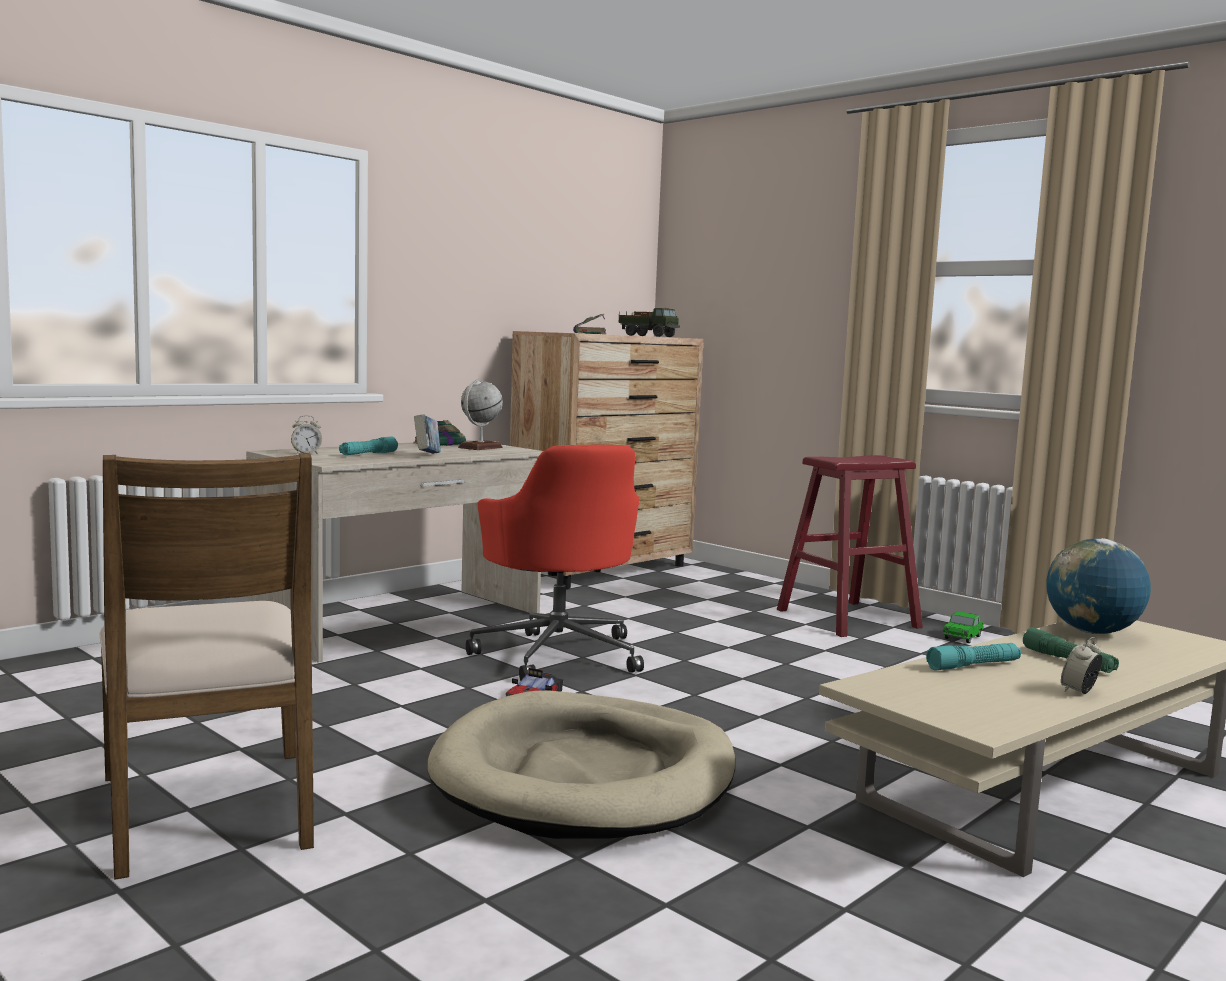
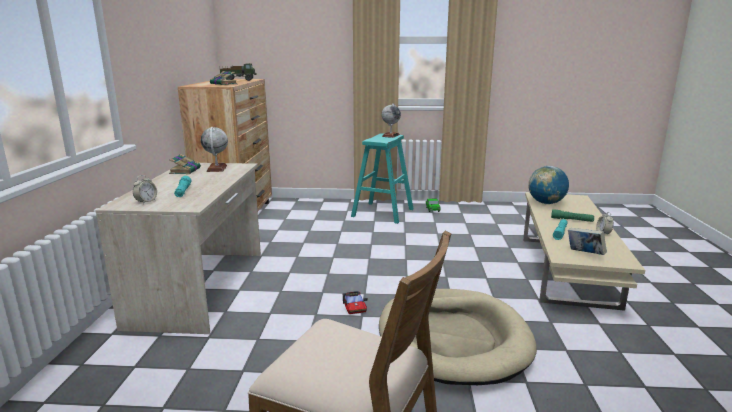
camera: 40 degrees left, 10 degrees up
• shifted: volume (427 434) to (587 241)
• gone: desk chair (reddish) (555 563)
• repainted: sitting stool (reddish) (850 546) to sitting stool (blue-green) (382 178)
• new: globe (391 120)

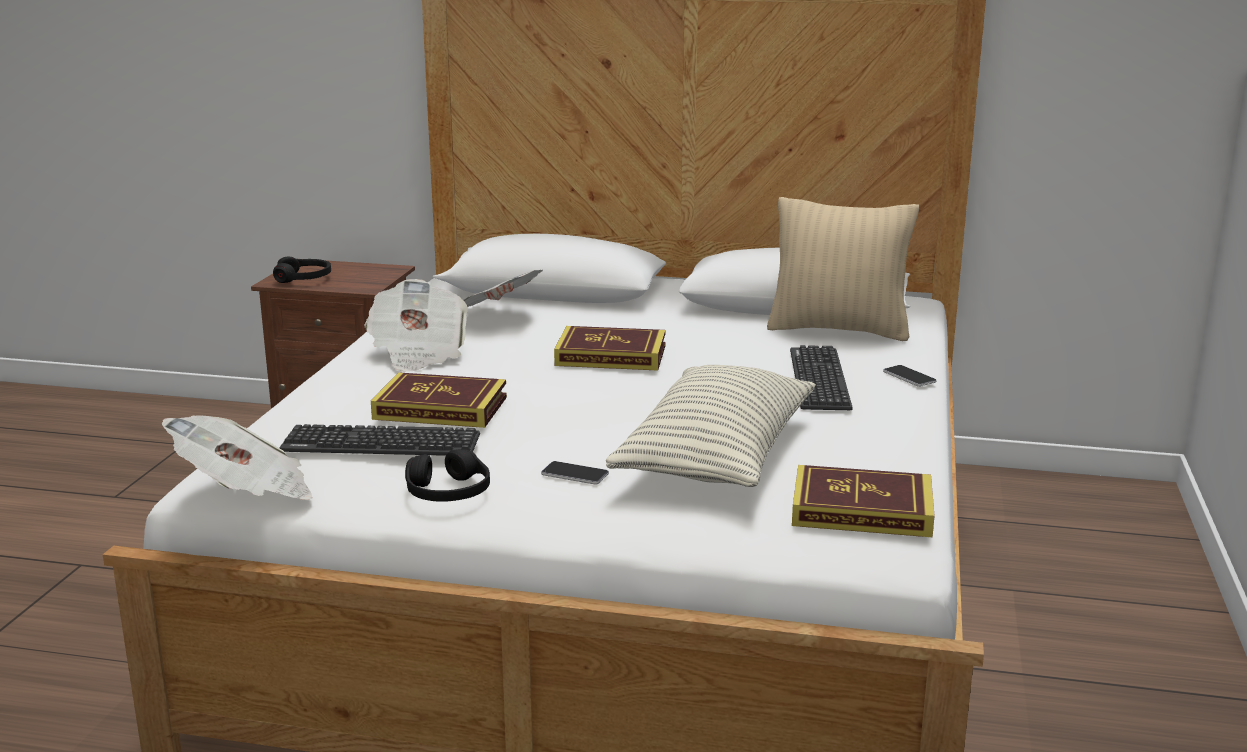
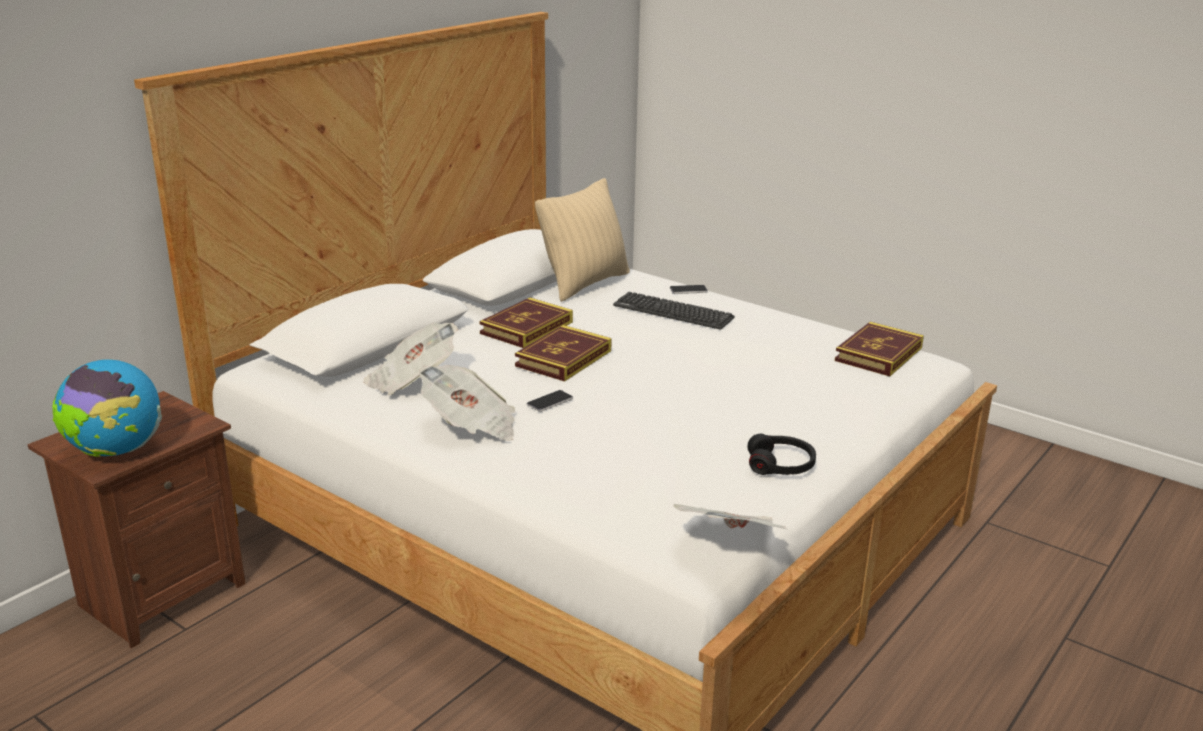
camera: 65 degrees left, 5 degrees up
• swapped: headphones (black-coloured) (302 270) to globe (107 408)
• gone: throw pillow (711 426)
• shifted: volume (439 400) to (526 323)
• gone: computer keyboard (380 440)
• shifted: handset (575 473) to (550 401)

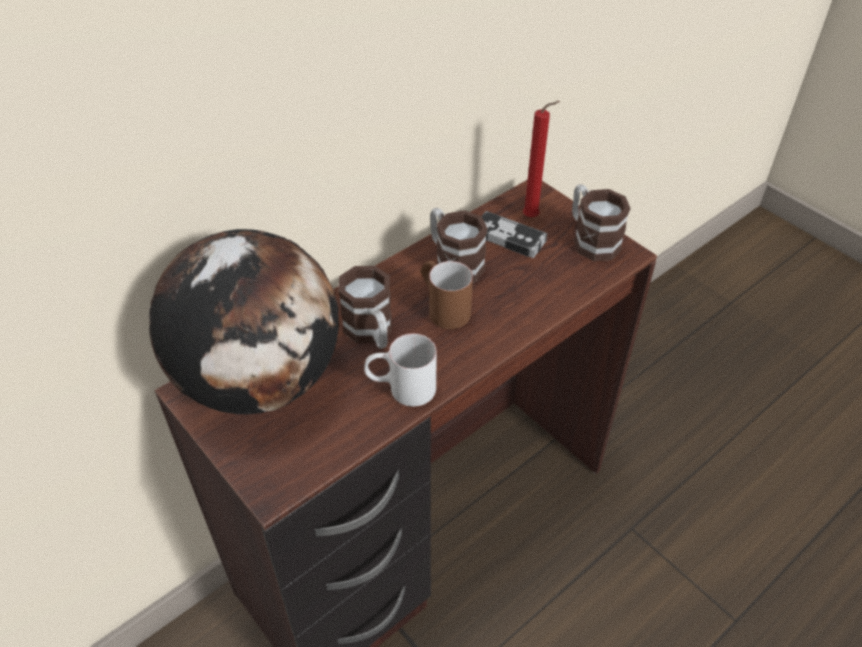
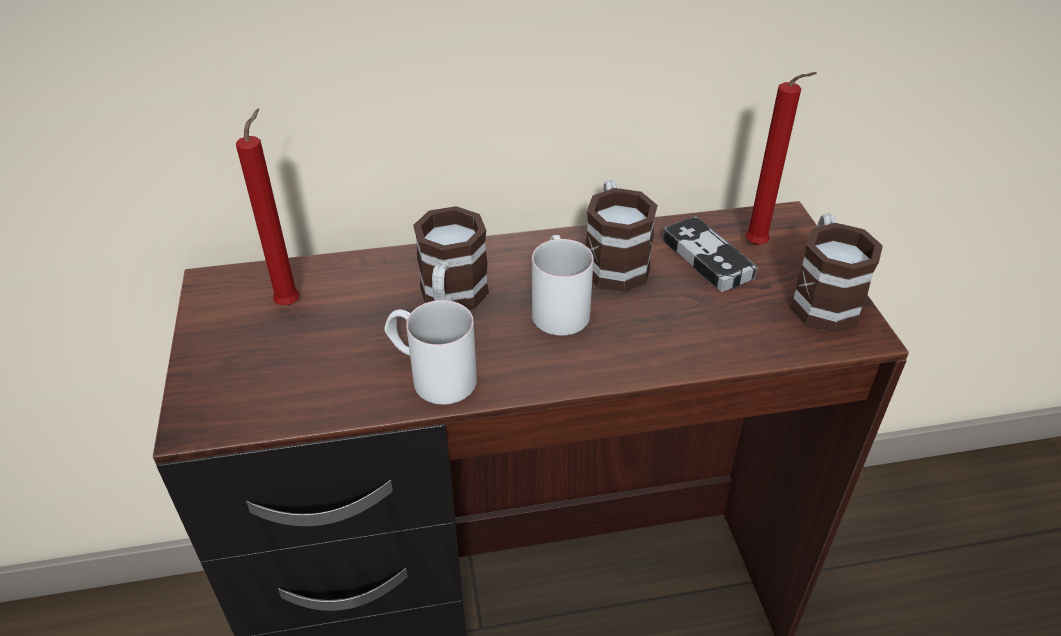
camera: 30 degrees right, 5 degrees down
• swapped: globe (244 321) to wax light (reddish) (268 207)
• repainted: coffee mug (brownish) (447 295) to coffee mug (white) (563 285)

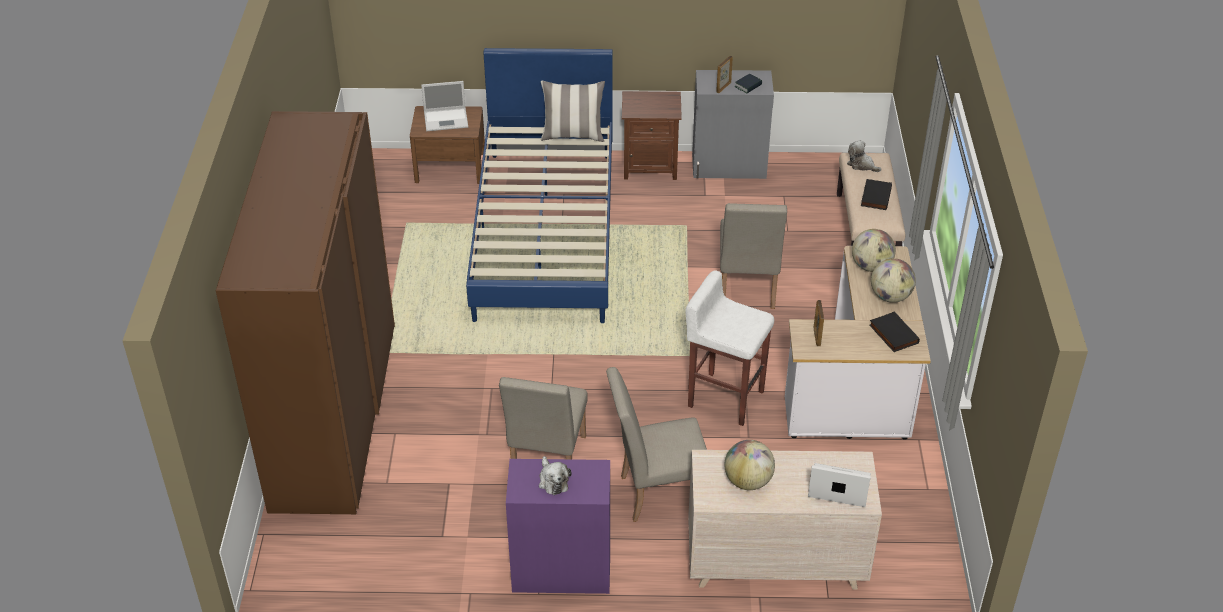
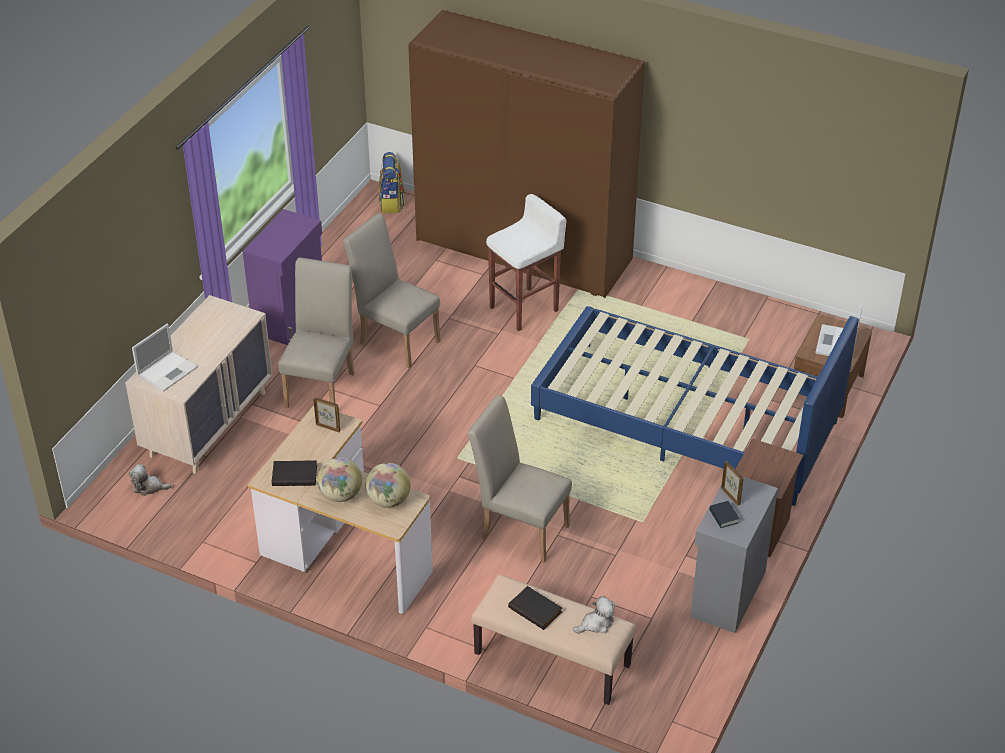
camera: 115 degrees right, 0 degrees up
• gone: throw pillow (573 111)
• shifted: sitting stool (white) (730 348) to (526 262)
• gone: globe (749 465)
• shifted: plush toy (555 475) to (150 480)
• new: rucksack (392 182)

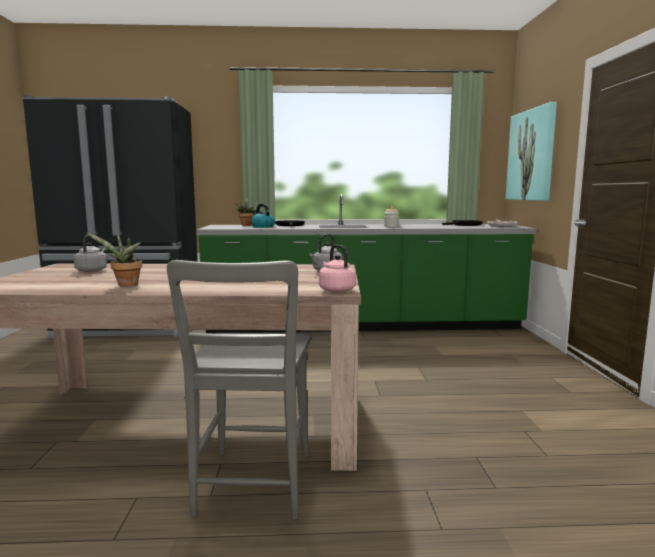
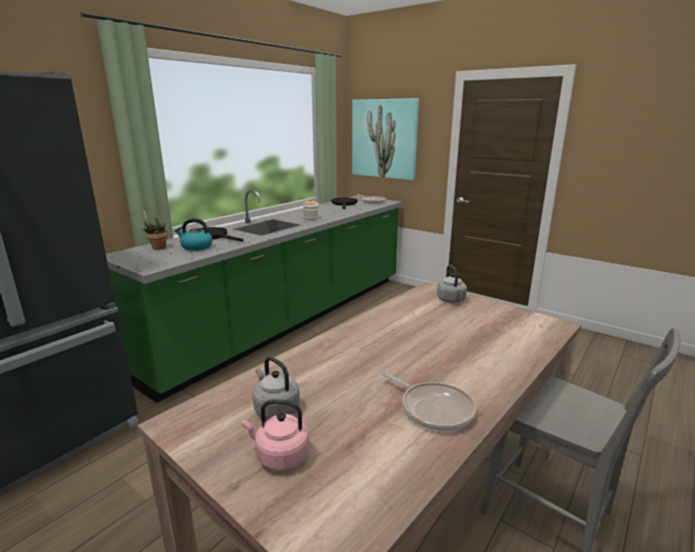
camera: 50 degrees left, 10 degrees up
• swapped: houseplant (114 259) to pan (428 401)
• shifted: tea kettle (pink) (337 268) to (276 435)

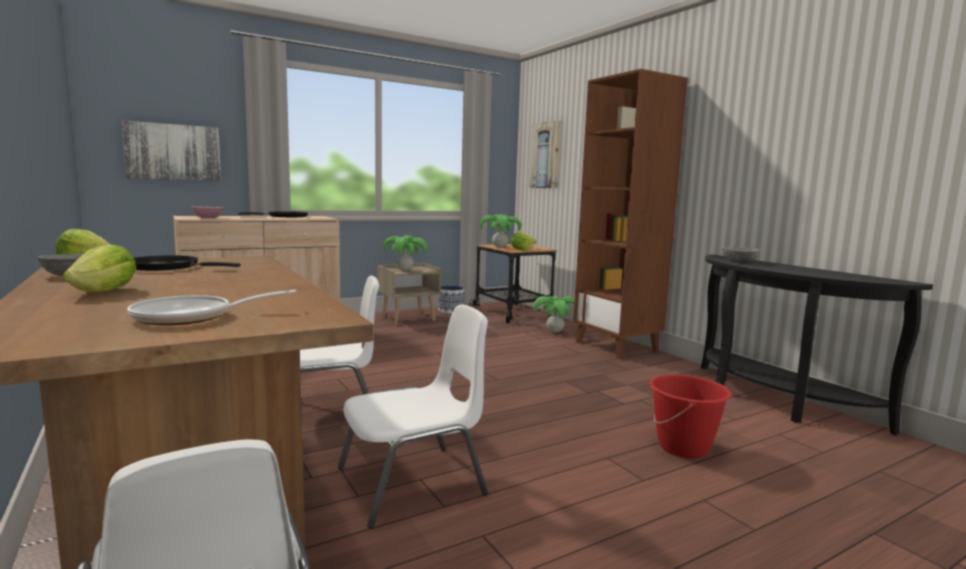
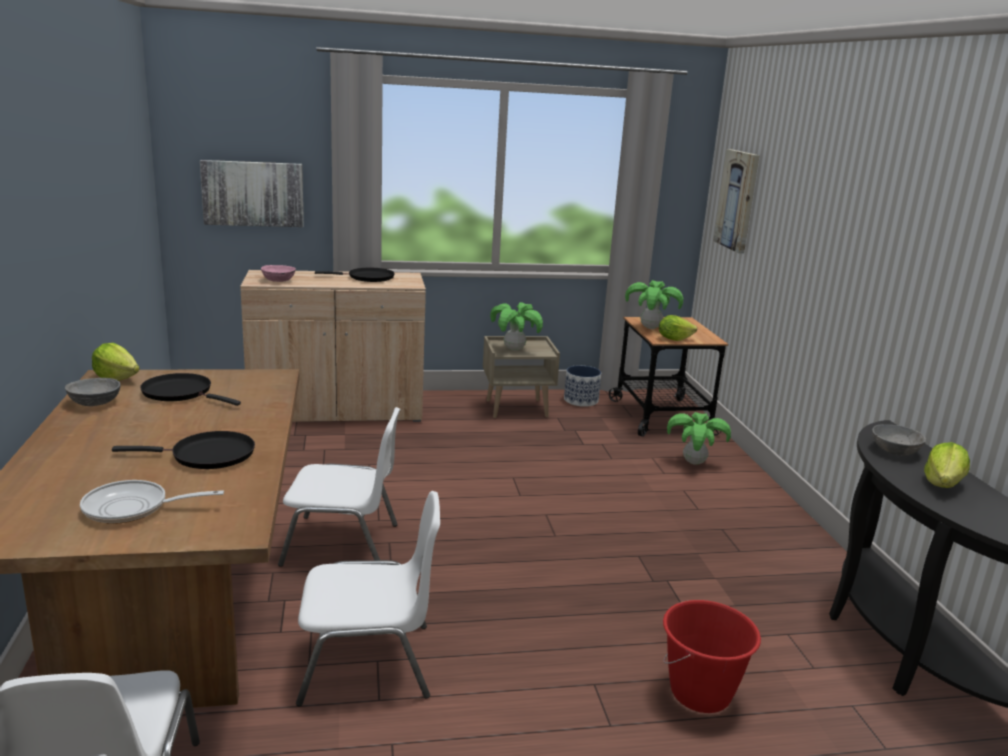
camera: 20 degrees right, 10 degrees up
• gone: bookcase (brownish) (630 214)
• shifted: lettuce (100 268) to (947 465)
• new: pan (black-coloured) (183 450)

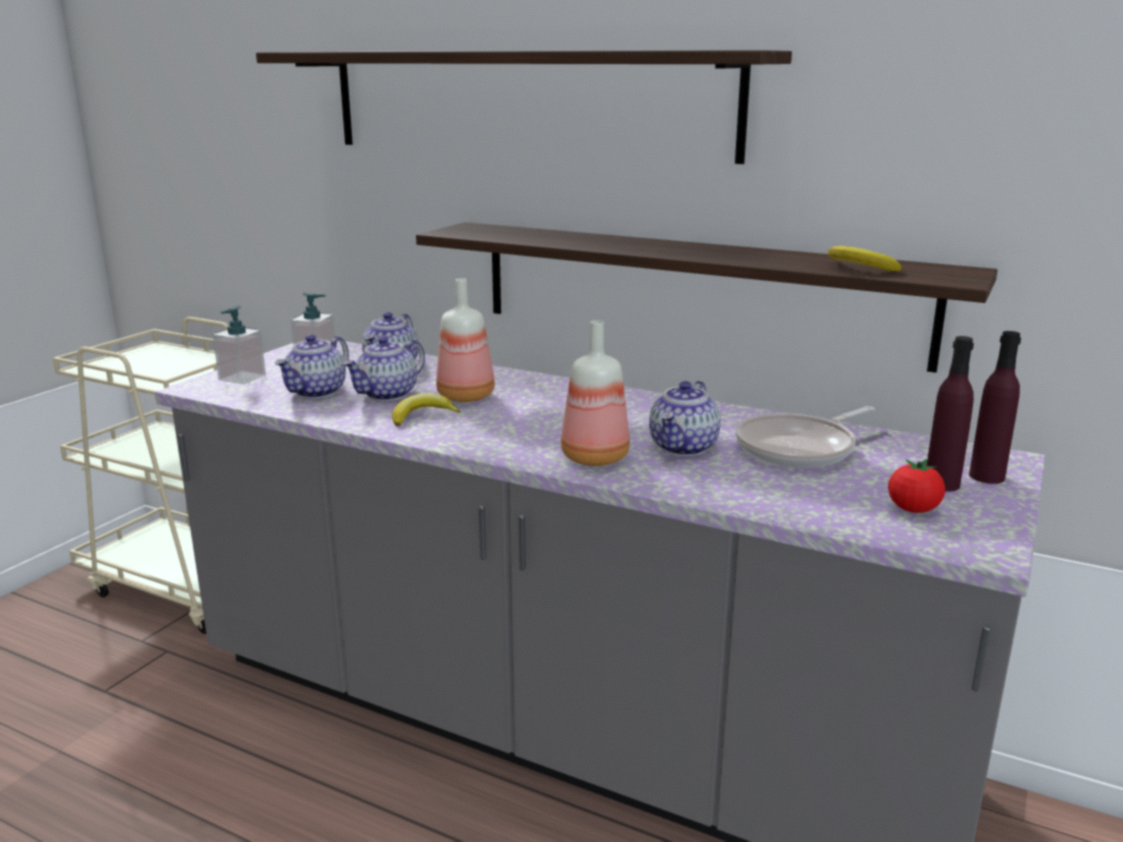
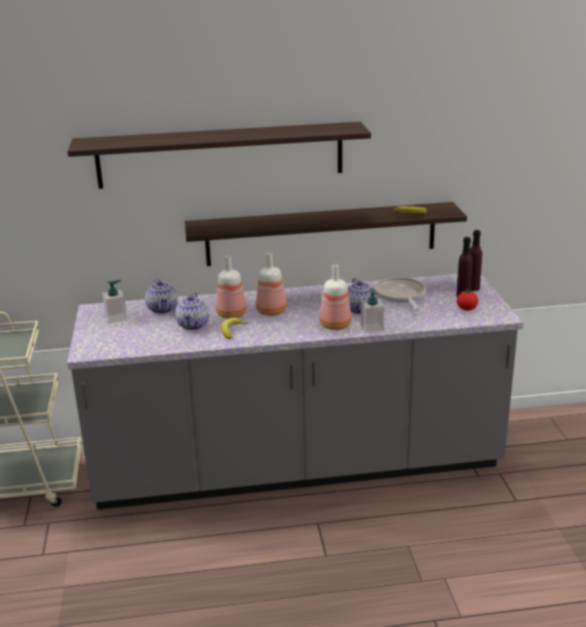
camera: 35 degrees left, 5 degrees up
• shifted: soap bottle (239 345) to (372 310)
• gone: teapot (312 366)
• rotated: pan (805 437) = (400 293) 150 degrees clockwise
• new: beverage bottle (271 284)

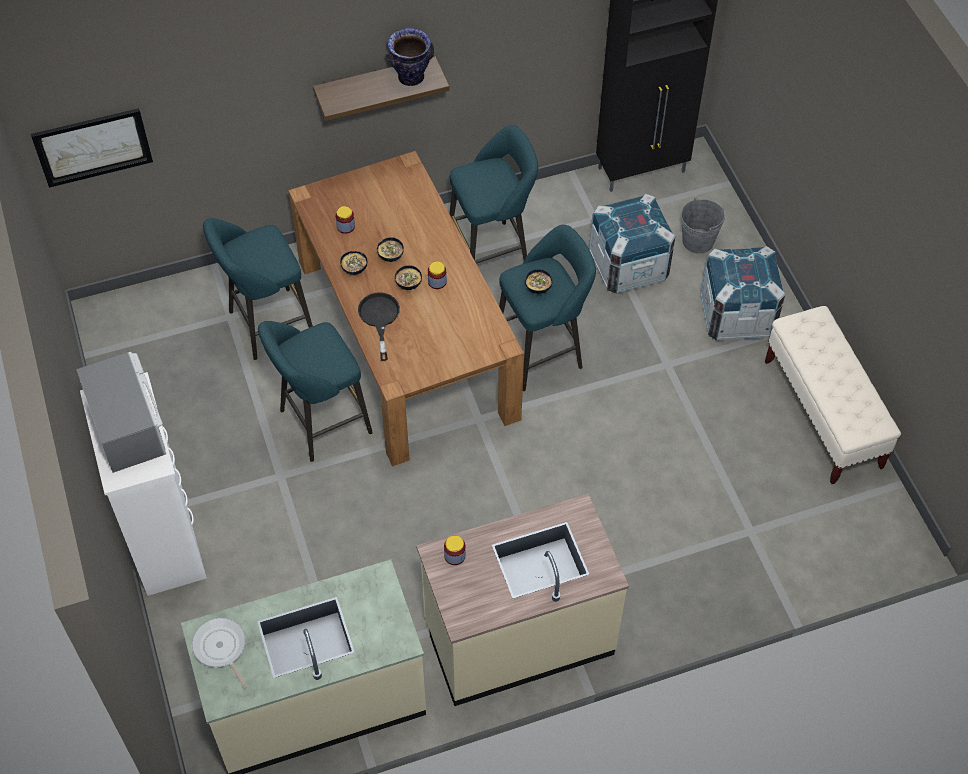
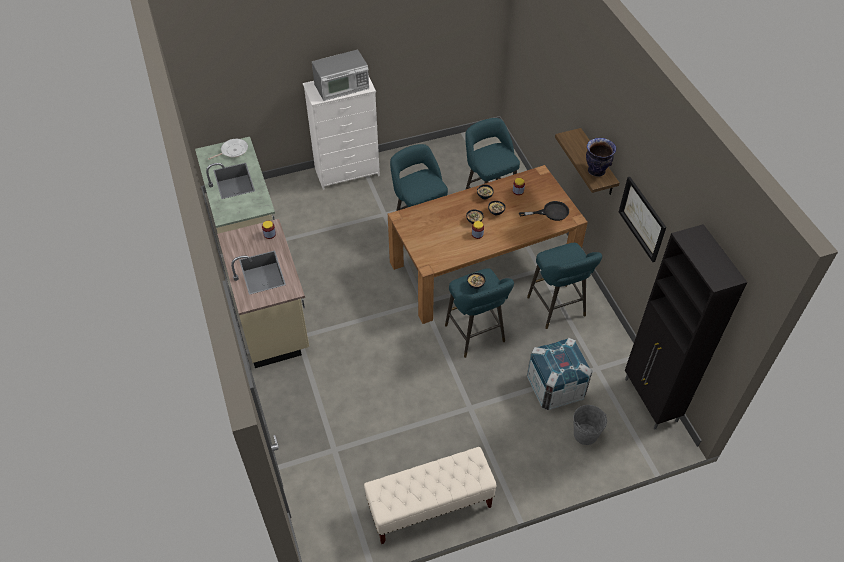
camera: 90 degrees right, 5 degrees down
• shifted: picture (92 148) to (642 219)
• gone: packing crate (742 293)
• shifted: pan (black-coloured) (379 326) to (544 211)

